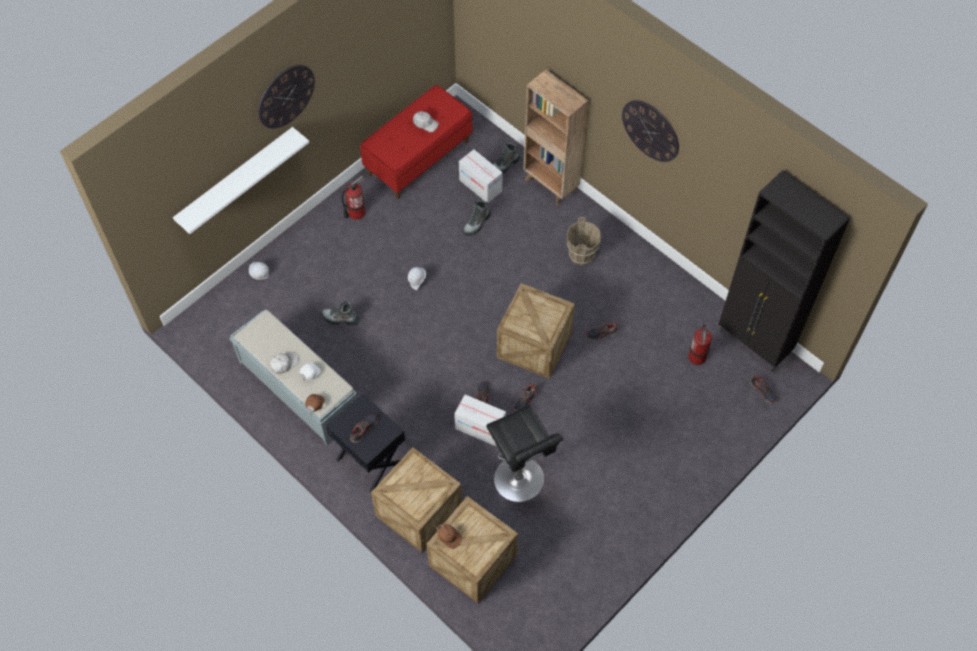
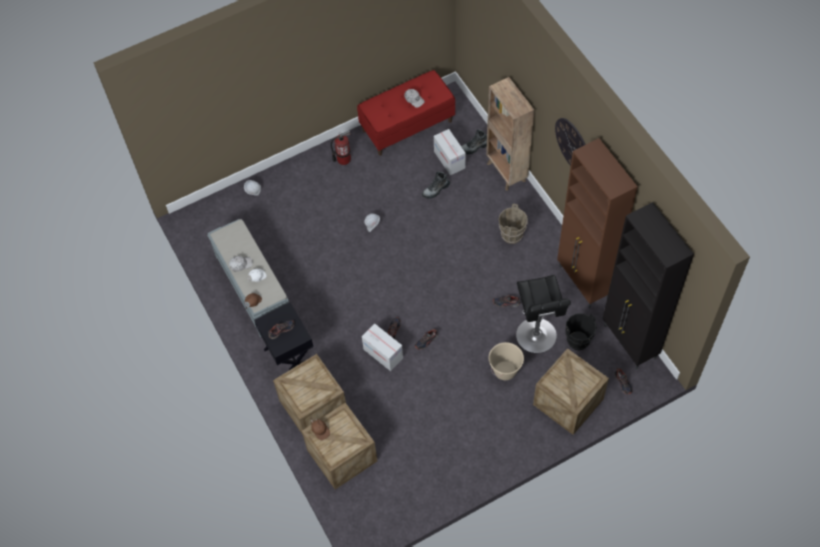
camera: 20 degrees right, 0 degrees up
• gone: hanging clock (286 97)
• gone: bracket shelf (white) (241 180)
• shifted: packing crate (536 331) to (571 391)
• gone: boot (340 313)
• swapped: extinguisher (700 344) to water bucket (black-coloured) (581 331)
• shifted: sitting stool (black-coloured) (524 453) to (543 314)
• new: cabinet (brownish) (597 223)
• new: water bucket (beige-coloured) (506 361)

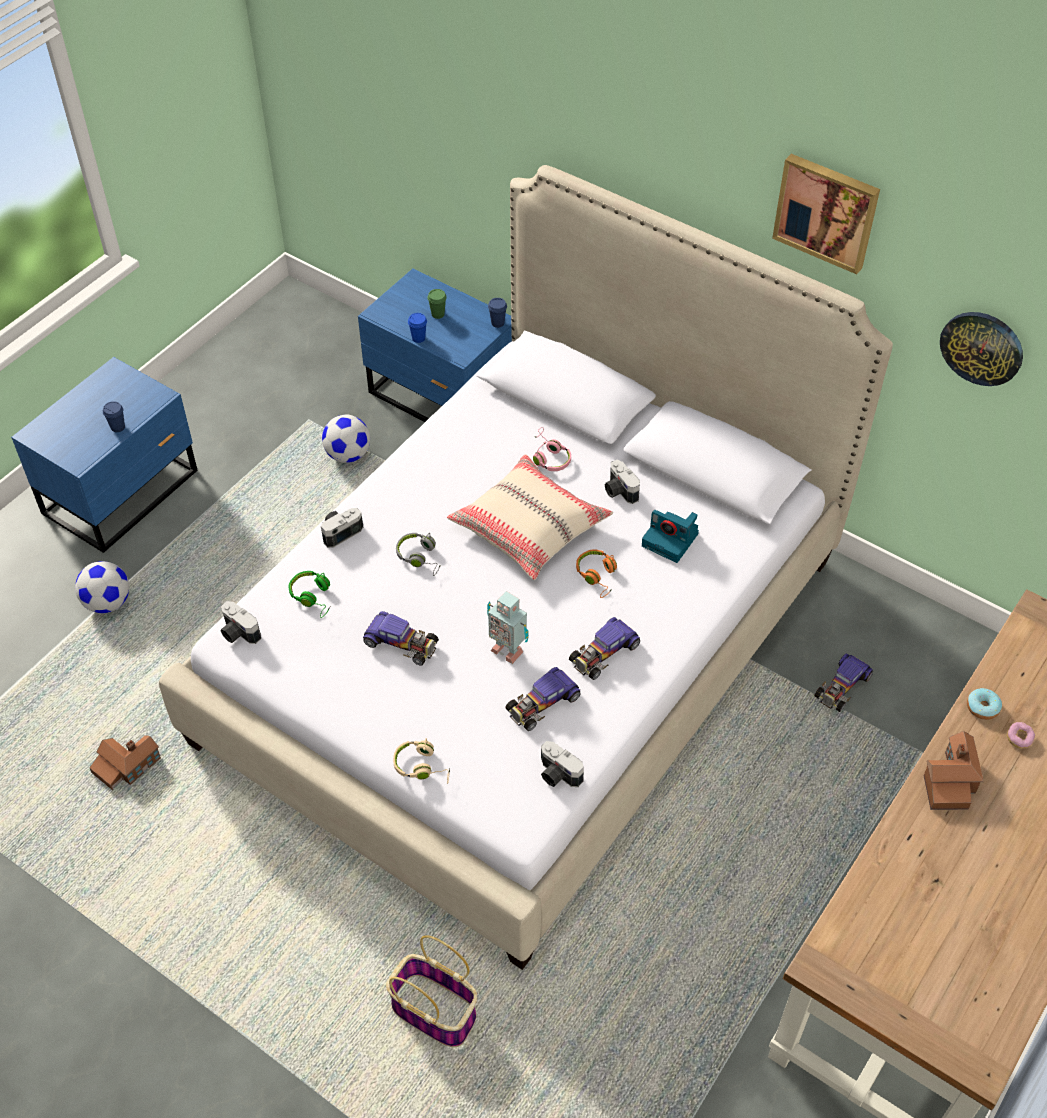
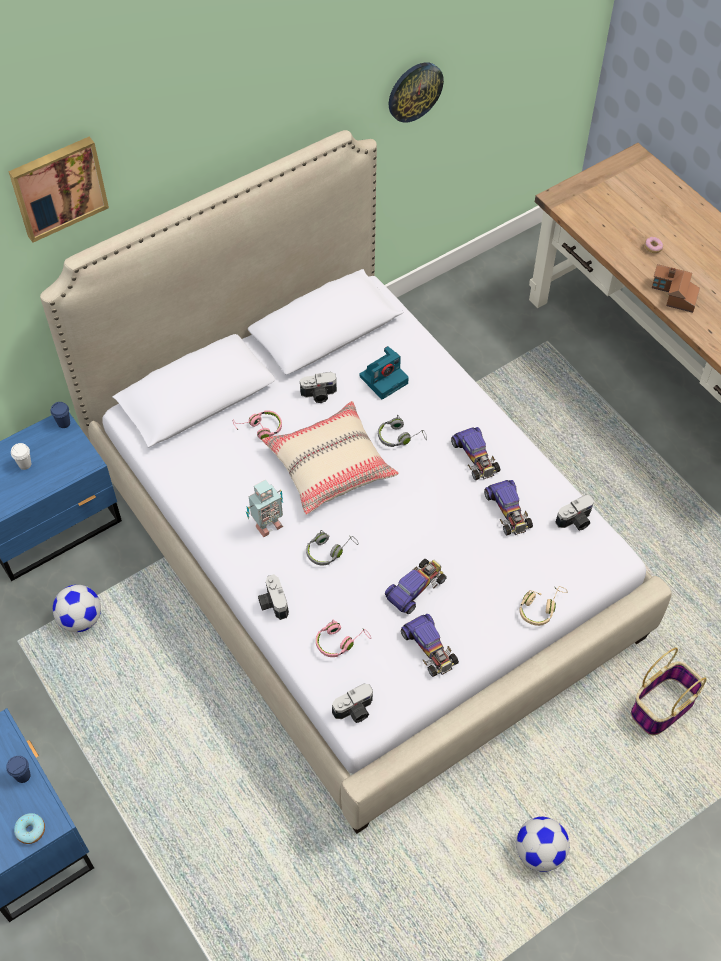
camera: 70 degrees left, 5 degrees up
• shifted: picture (826 214) to (58 189)
• repainted: drinking cup (green) (437 304) to drinking cup (white) (21 456)
• gone: drinking cup (blue-coloured) (417 328)
• repainted: headphones (orangey) (596 574) to headphones (gray) (402 431)
• shifted: football ball (102 587) to (543 844)
• repainted: headphones (green) (309 594) to headphones (pink) (343 638)
• shifted: robot figure (508 627) to (264 508)
• shifted: toy car (843 683) to (430 645)
• shifted: donut (984 704) to (29 828)
• gone: miniature house (125 762)

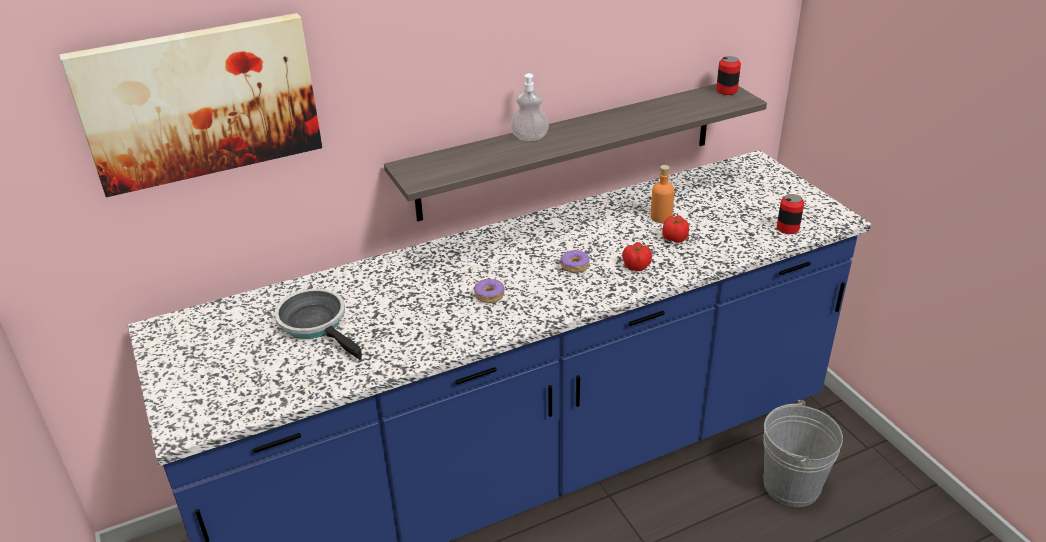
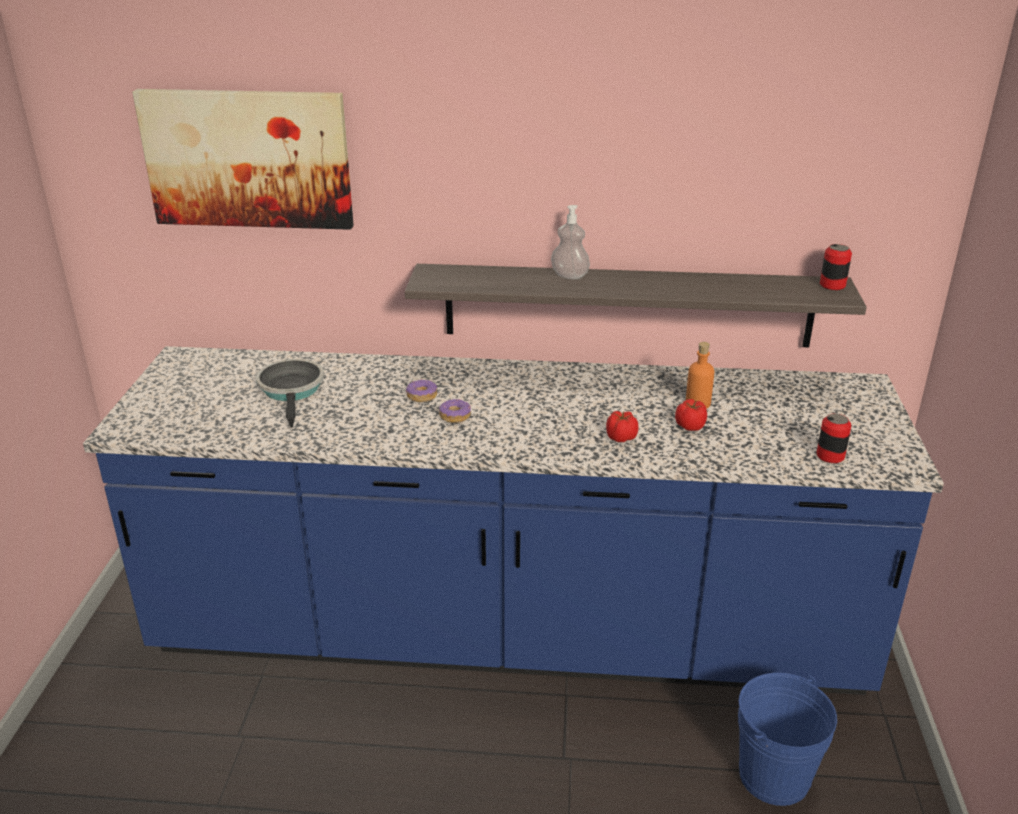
camera: 30 degrees right, 5 degrees down
• shifted: donut (575 261) to (421 390)
• repainted: water bucket (gray) (803 453) to water bucket (blue-coloured) (787 739)

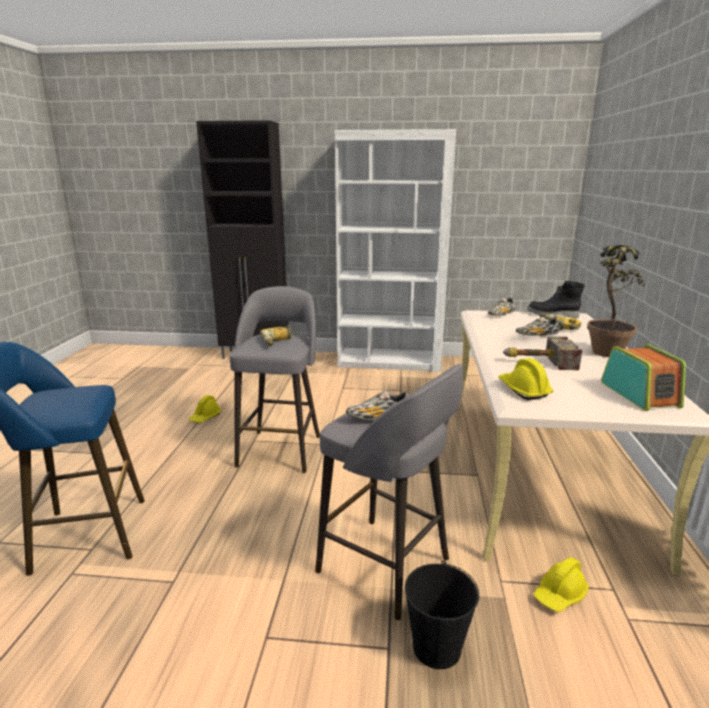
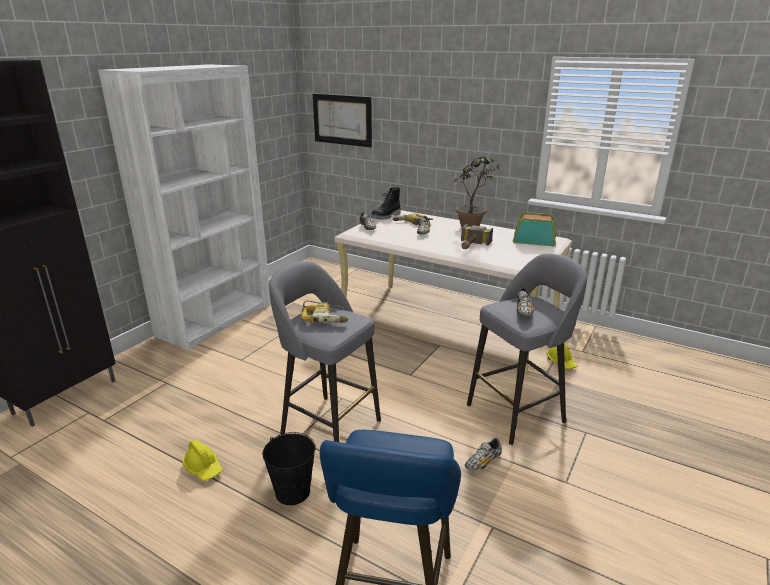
camera: 65 degrees left, 5 degrees up
• gone: safety helmet (yellowish) (525 379)
• shifted: water bucket (black-coloured) (442 614) to (289 468)
• new: picture (342 120)
• new: item of footwear (483 454)

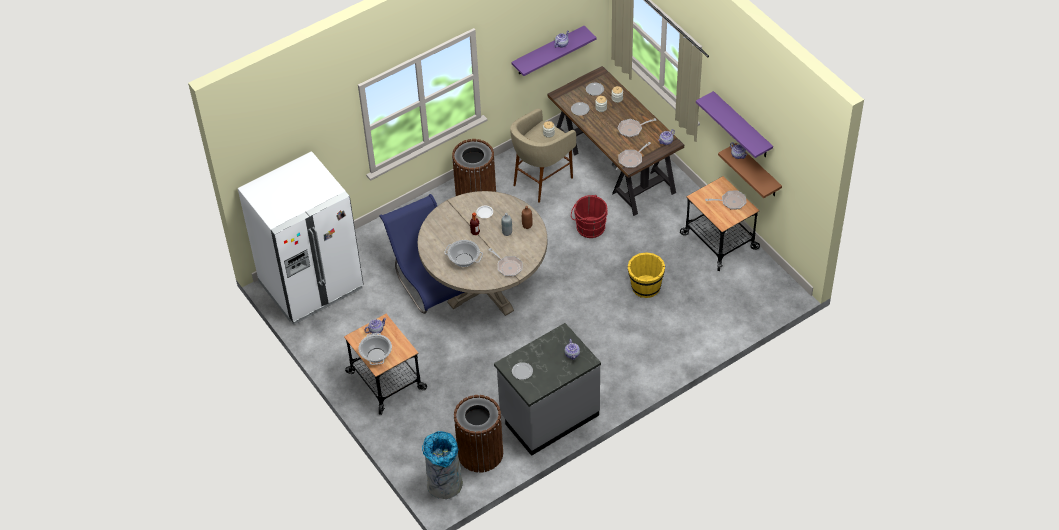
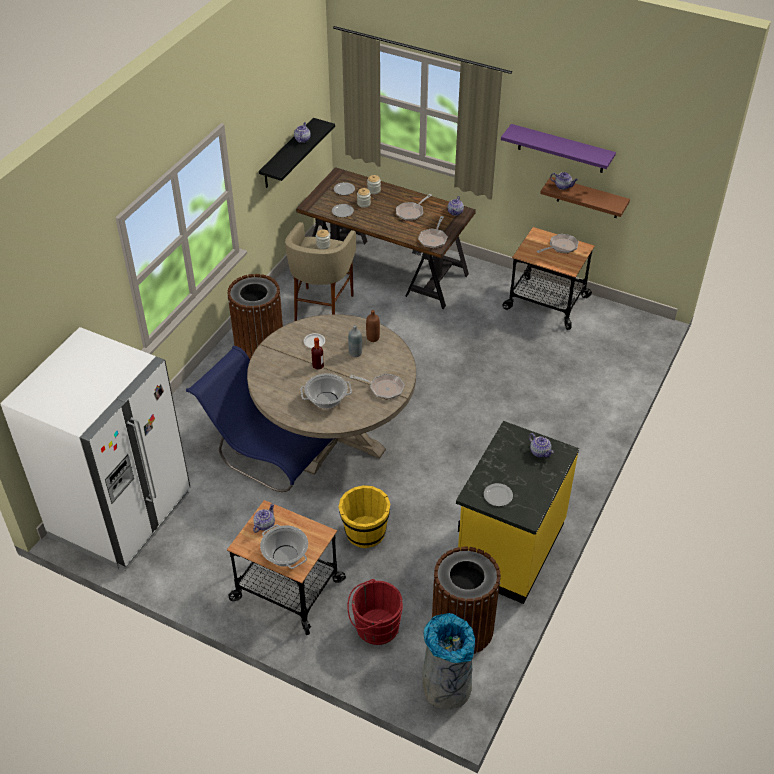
camera: 30 degrees left, 5 degrees down
• repainted: bracket shelf (purplish) (554 51) to bracket shelf (black-coloured) (297 153)
• shifted: water bucket (reddish) (589 216) to (375 612)
• shifted: water bucket (yellowish) (646 275) to (364 516)
• repainted: kitchen base unit (gray) (547 389) to kitchen base unit (yellowish) (517 512)

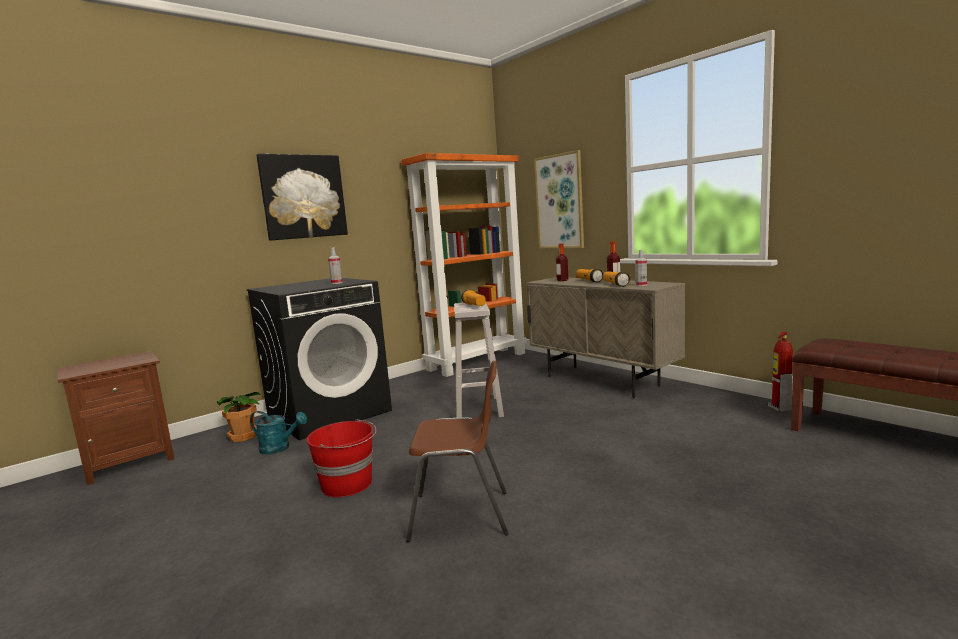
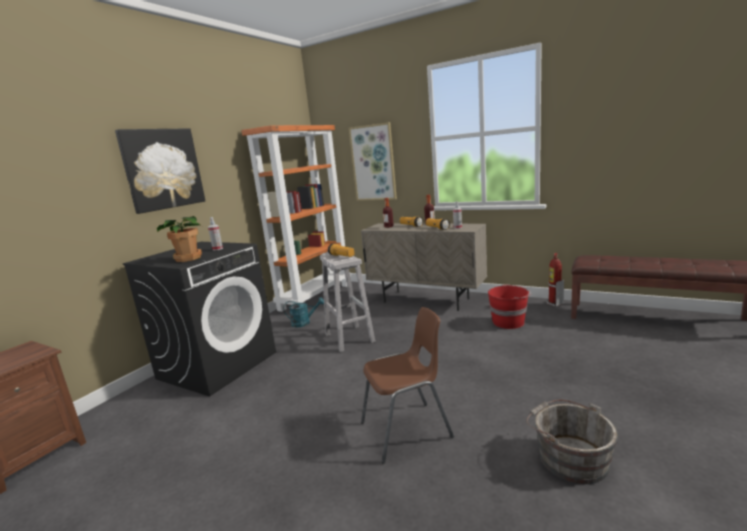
camera: 20 degrees left, 5 degrees up
• shifted: houseplant (238 417) to (179 239)
• shifted: sprinkling can (blue-green) (278 433) to (303 312)
• shifted: water bucket (reddish) (341 458) to (509 307)
• new: water bucket (gray) (572 442)

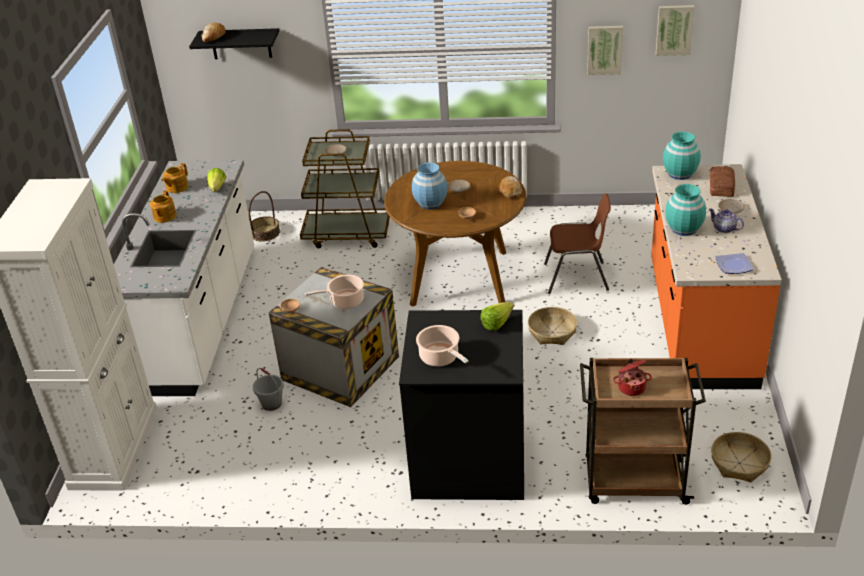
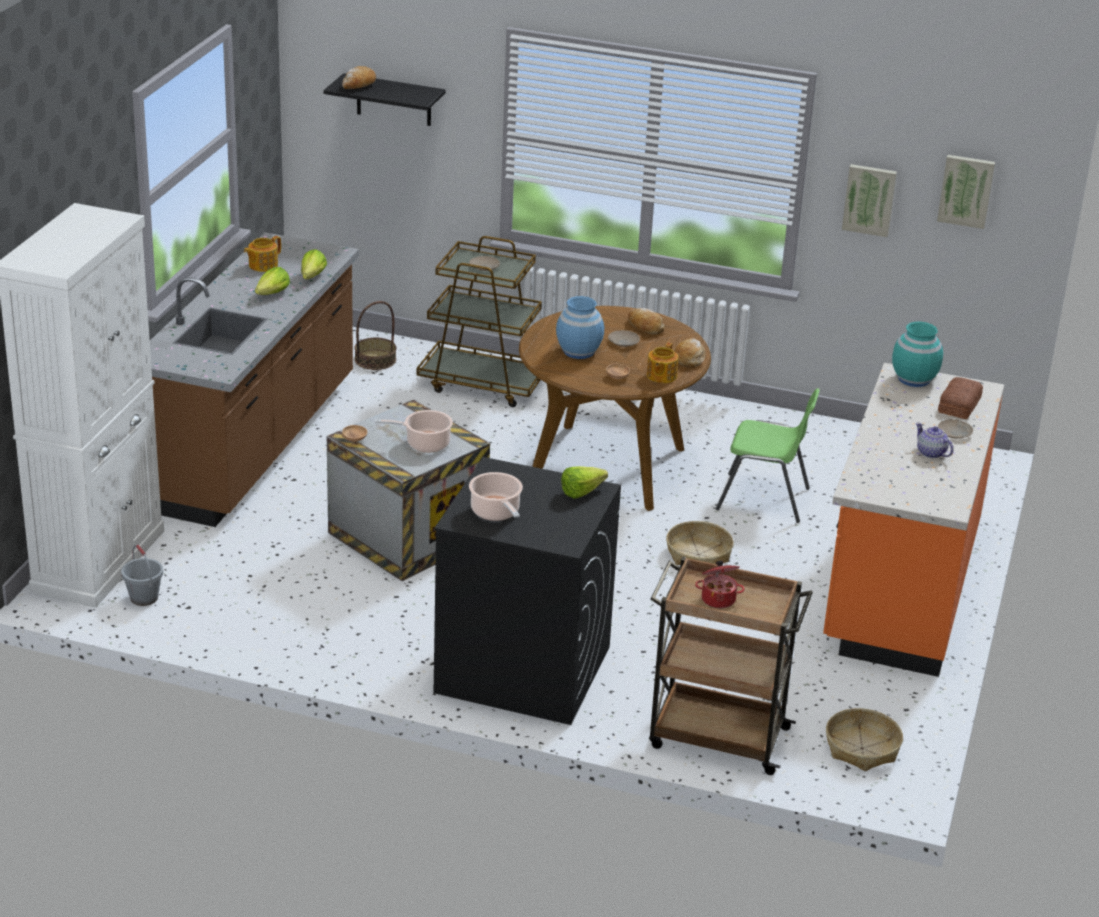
camera: 10 degrees right, 5 degrees down
• repainted: kitchen base unit (white) (184 277) to kitchen base unit (brownish) (254 379)
• gone: vase (blue-green) (686 210)
• shifted: teapot (163 207) to (662 362)
• repainted: plain chair (brownish) (577 243) to plain chair (green) (768 455)
• gone: flat dish (734 263)
• shifted: water bucket (gray) (268 389) to (142 575)
• new: lettuce (272 281)
• new: bakery bread (646 321)

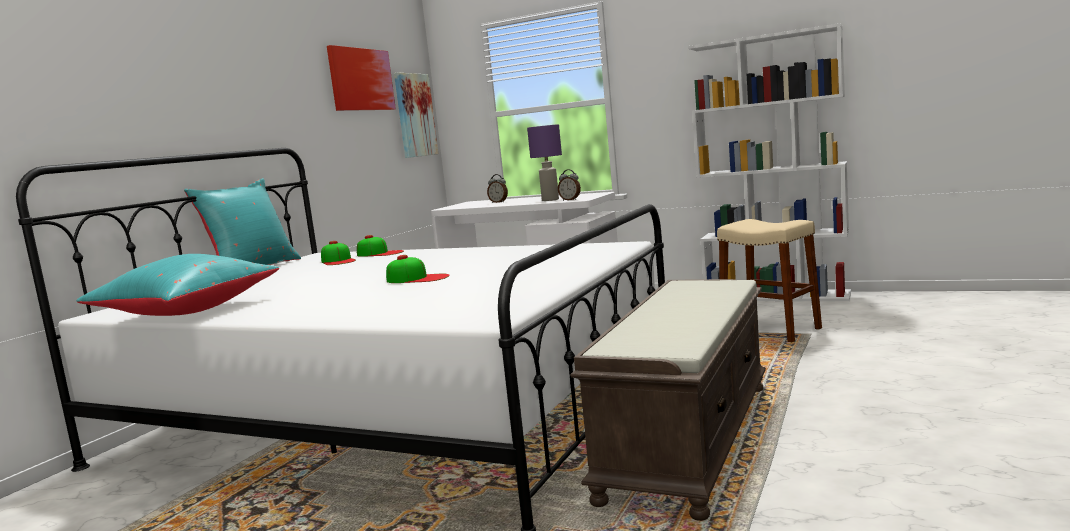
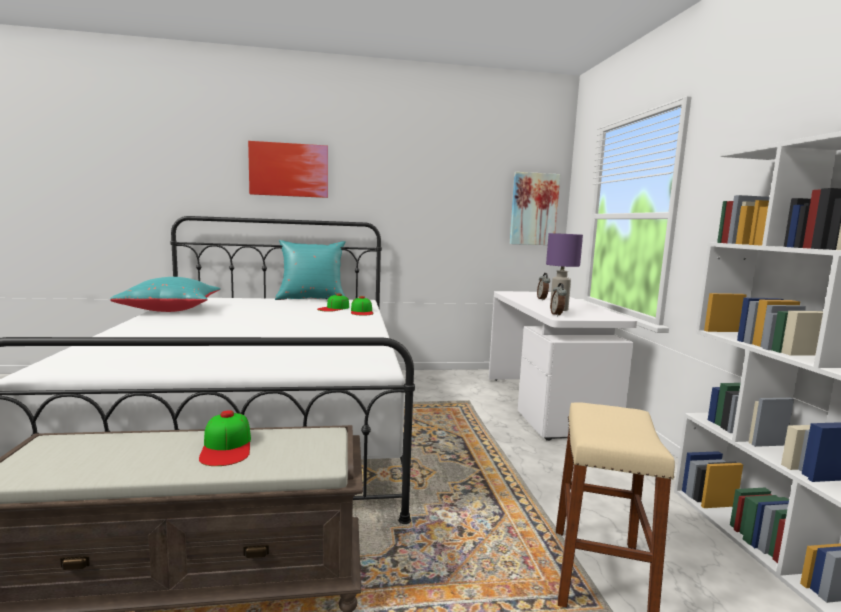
camera: 55 degrees right, 0 degrees up
• shifted: picture (361 78) to (288 169)
• shifted: cap (418 269) to (225 438)

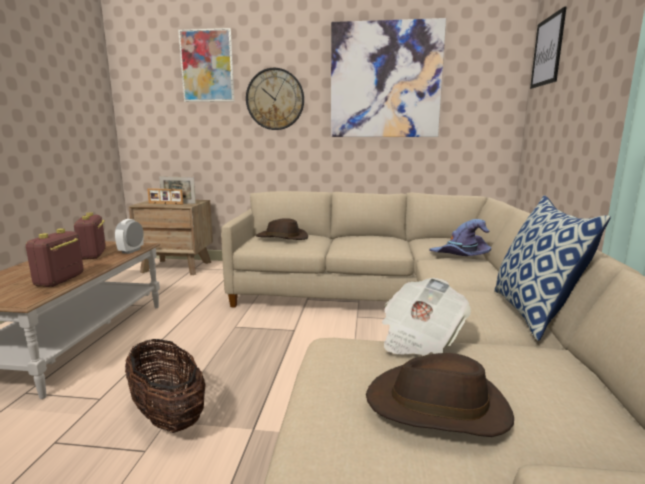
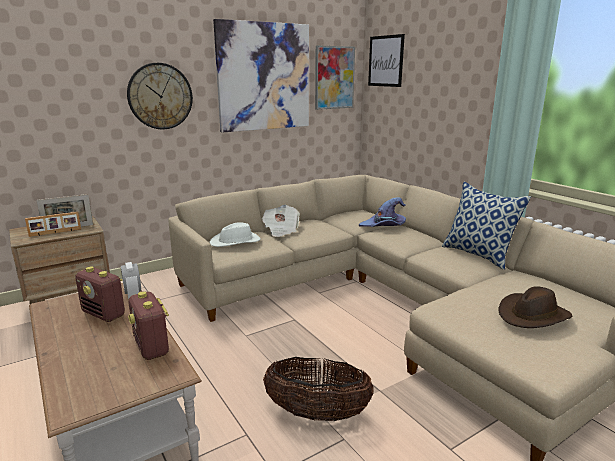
camera: 40 degrees left, 5 degrees up
• shifted: picture (206 65) to (335 77)
• repainted: hat (brownish) (282 229) to hat (white) (235 234)
• shifted: daily paper (426 317) to (281 221)

